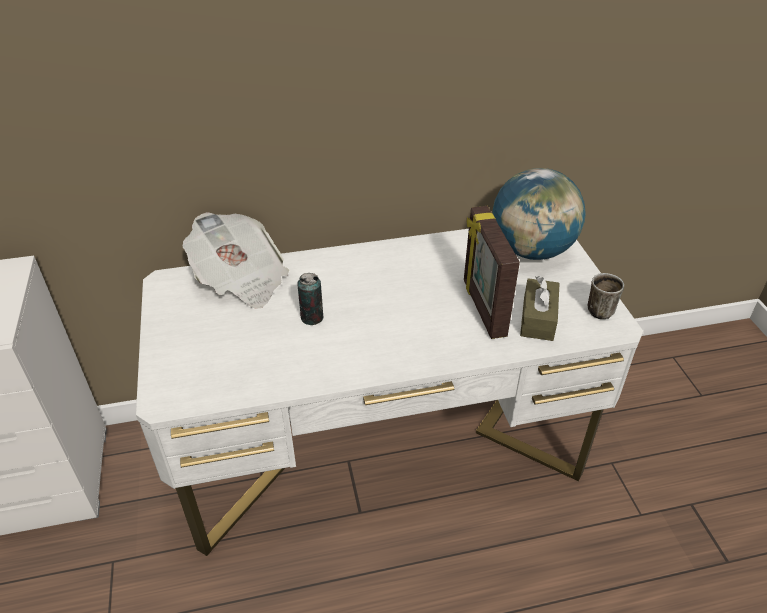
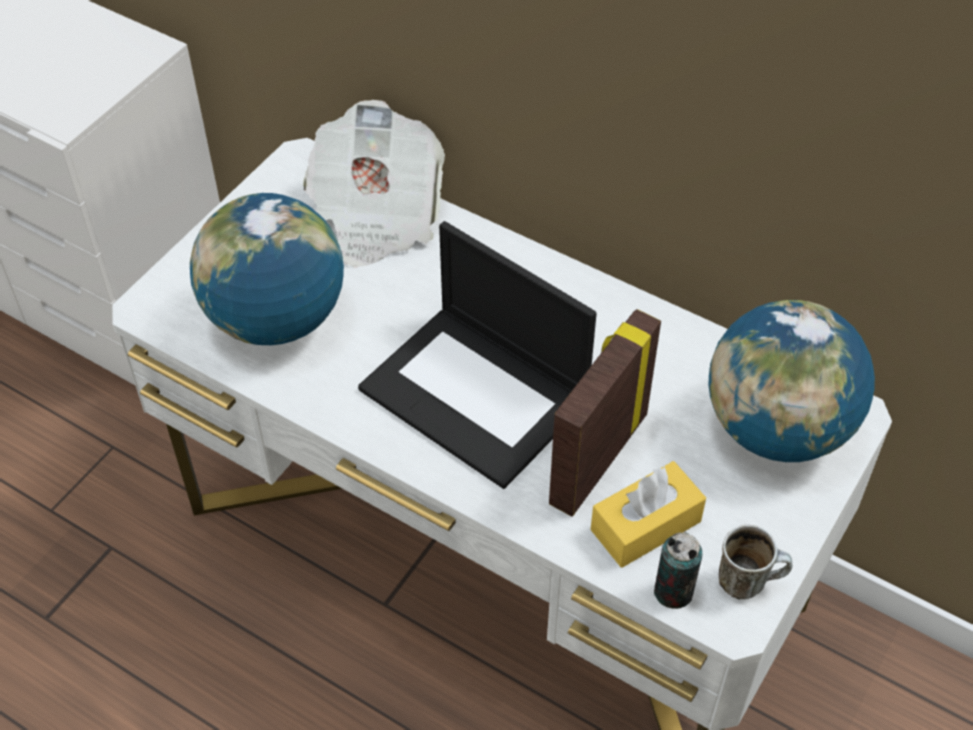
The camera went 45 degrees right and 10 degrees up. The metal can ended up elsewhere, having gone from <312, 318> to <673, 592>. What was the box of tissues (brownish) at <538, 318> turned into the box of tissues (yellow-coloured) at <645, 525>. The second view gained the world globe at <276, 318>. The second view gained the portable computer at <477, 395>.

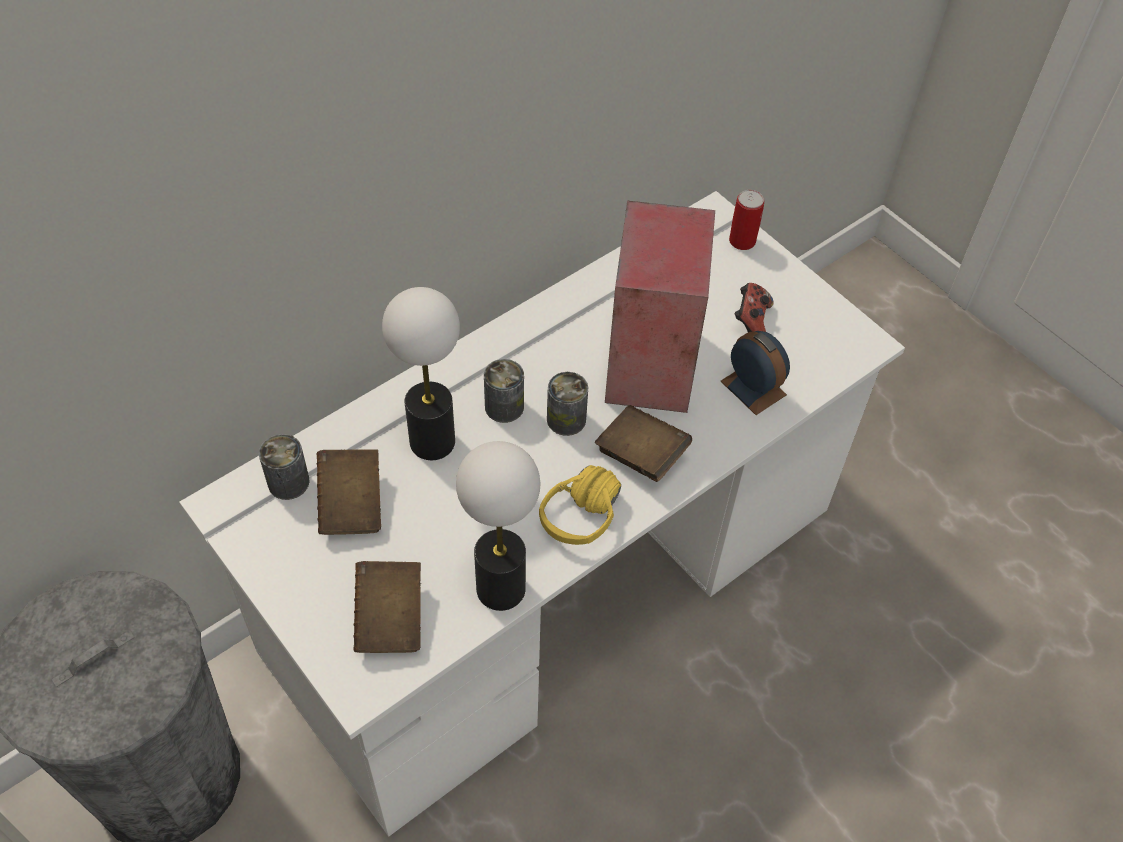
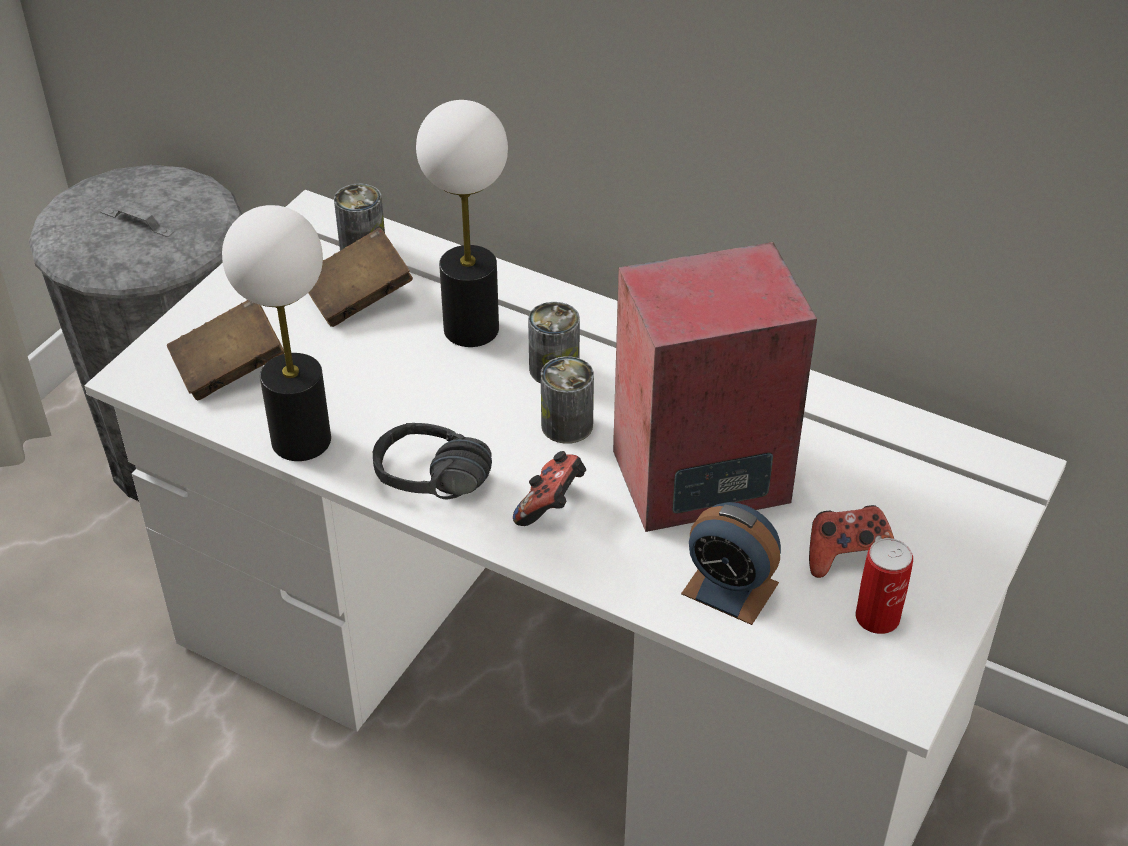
The camera went 70 degrees right and 10 degrees down. The metal can ended up elsewhere, having gone from <742, 241> to <877, 617>. The alarm clock at <753, 388> ended up facing another way, 90 degrees clockwise from before. Where the book (brownish) stood at <641, 455>, the game controller came to stand at <551, 506>. What was the pair of headphones (yellow-coloured) at <593, 522> turned into the pair of headphones (black-coloured) at <428, 490>.

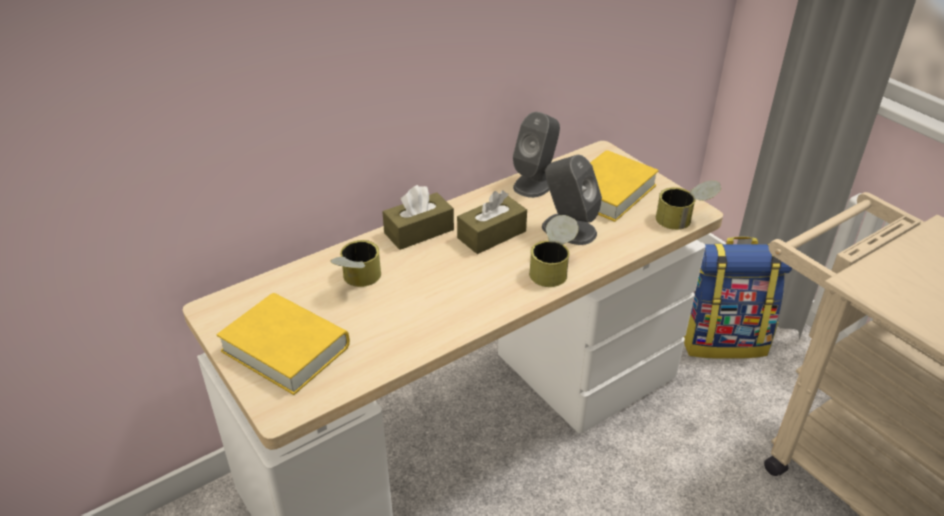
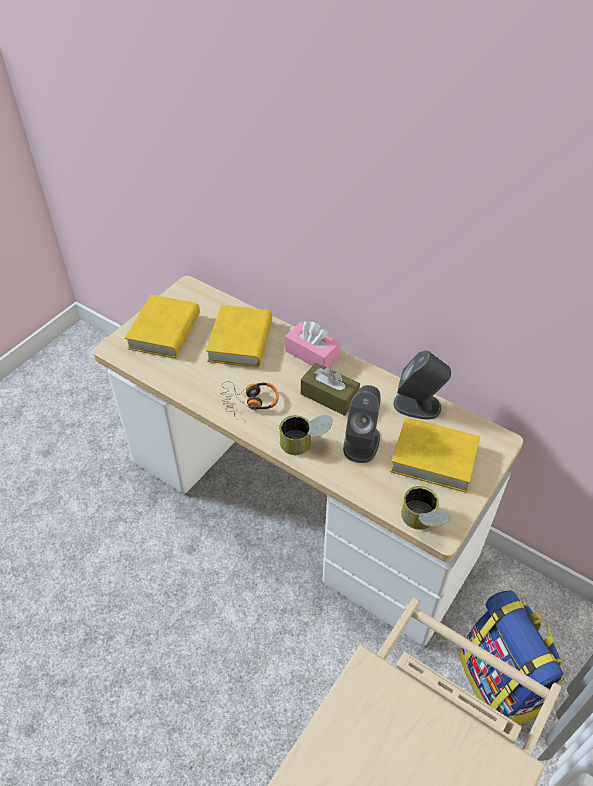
The camera went 70 degrees right and 10 degrees up. What was the box of tissues (brownish) at <419, 231> turned into the box of tissues (pink) at <312, 354>. Where the metal can stood at <357, 282>, the book (yellow-coloured) came to stand at <240, 341>. The second view gained the pair of headphones at <250, 401>.

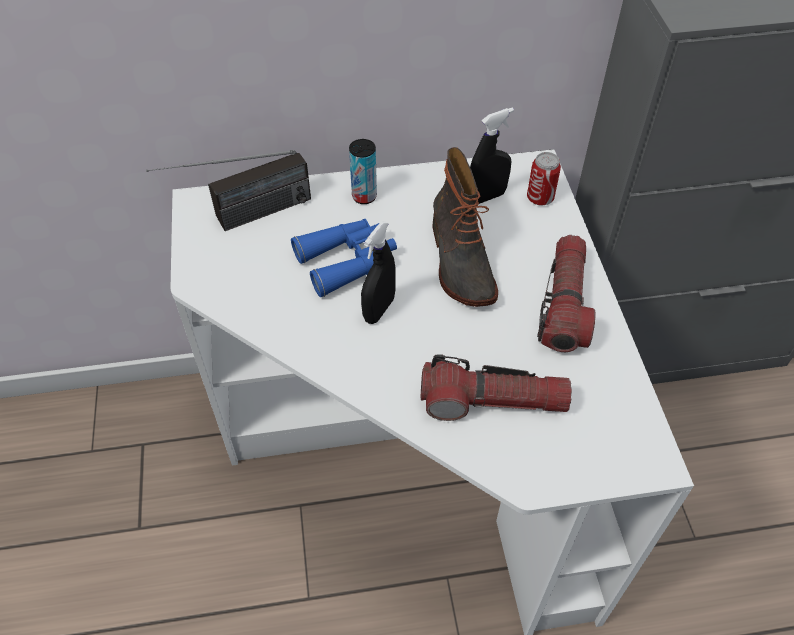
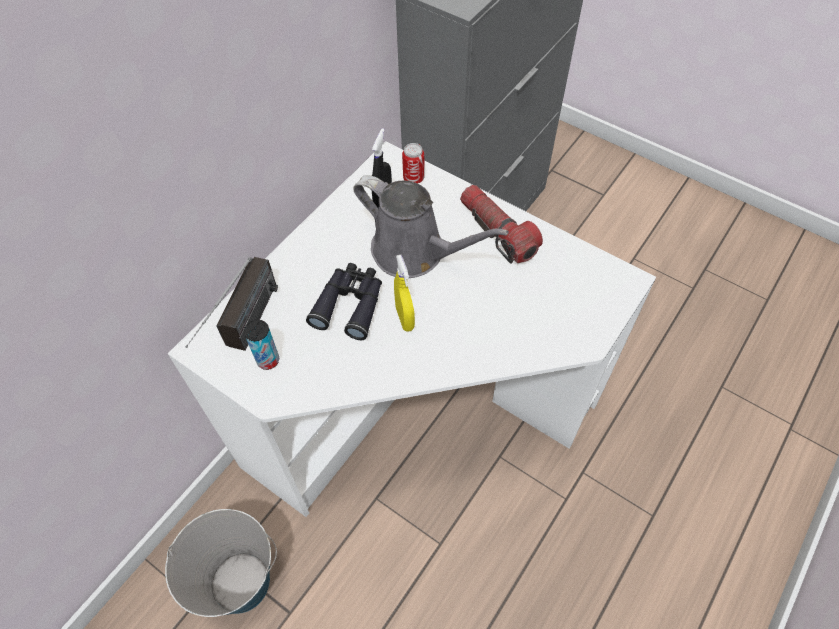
The camera went 45 degrees left and 5 degrees up. The metal can ended up elsewhere, having gone from <364, 196> to <268, 360>. Where the boot stood at <459, 262>, the watering pot (gray) came to stand at <414, 252>. What was the field glasses (blue-coloured) at <348, 261> turned into the field glasses (black-coloured) at <350, 304>. What was the sprayer (black-coloured) at <379, 309> turned into the sprayer (yellow-coloured) at <405, 318>. The second view lost the flashlight at <492, 401>. The second view gained the water bucket at <239, 582>.

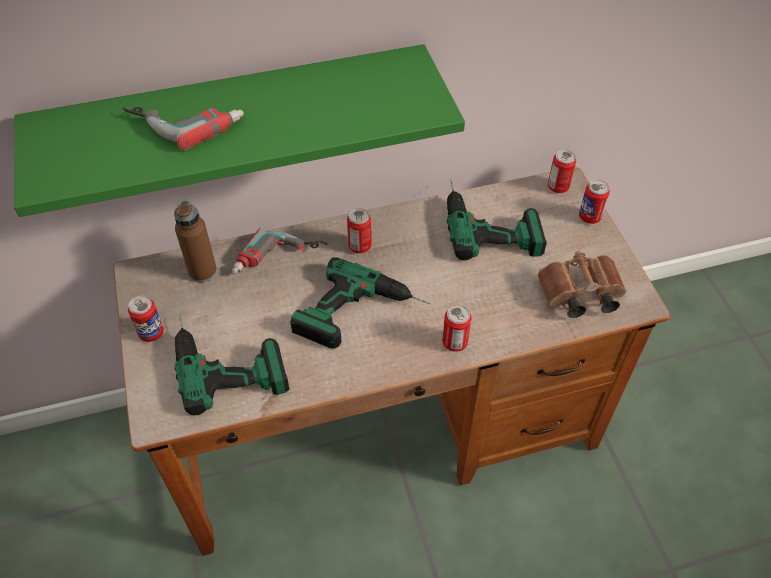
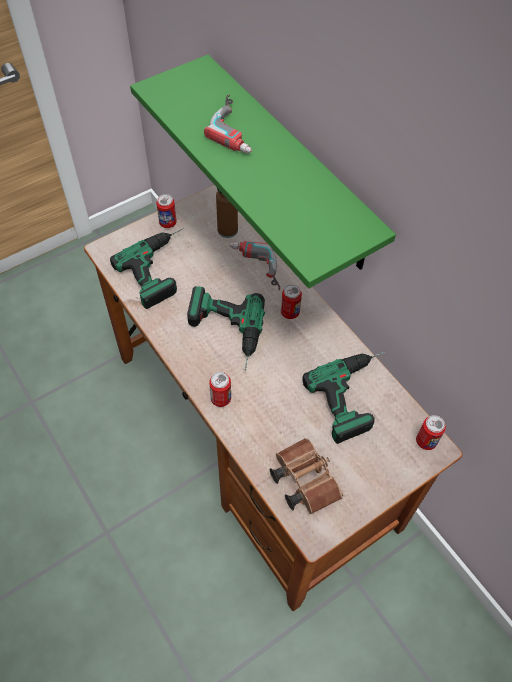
The camera went 70 degrees right and 5 degrees up. The second view lost the metal can at <589, 217>.

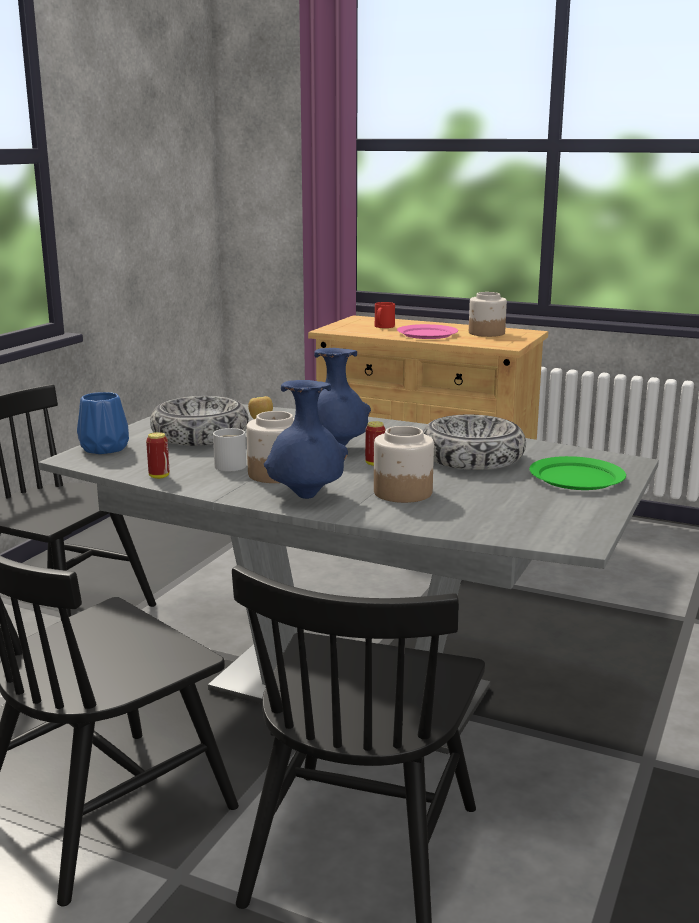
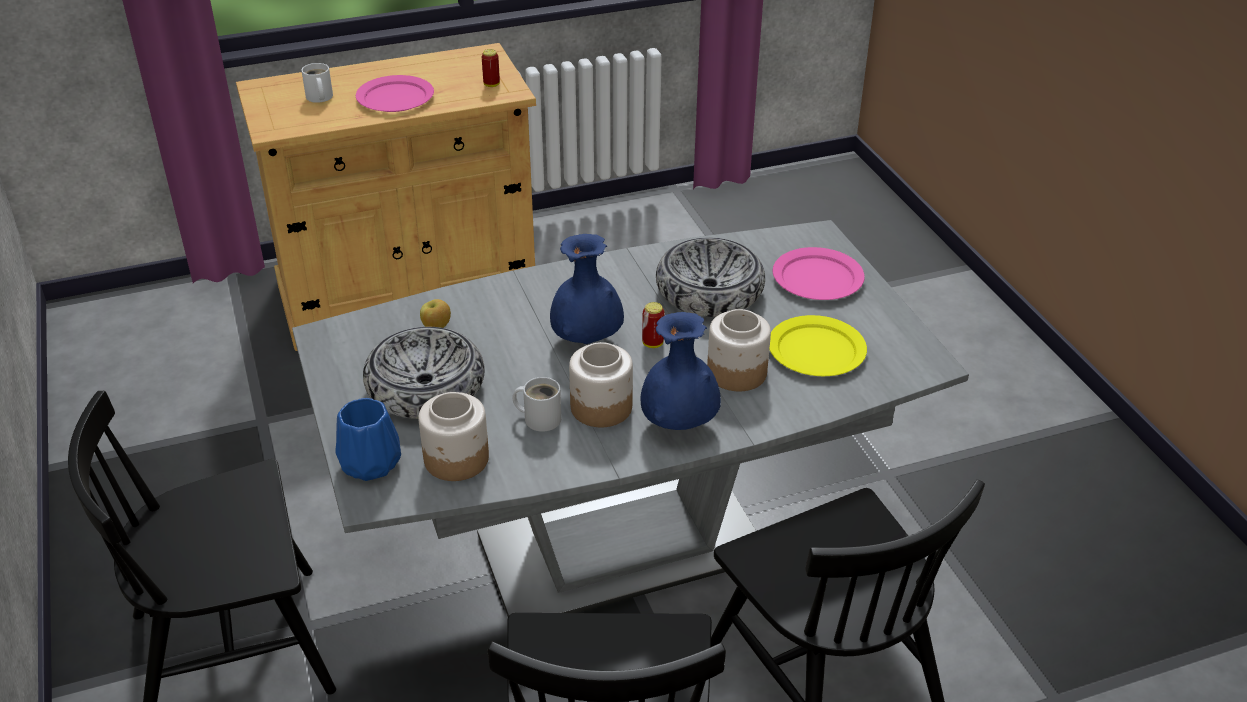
The camera went 45 degrees left and 20 degrees up. The preserve jar ended up elsewhere, having gone from <486, 333> to <456, 459>. What was the mug (reddish) at <383, 326> turned into the mug (white-coloured) at <319, 98>. The metal can ended up elsewhere, having gone from <159, 476> to <491, 85>. What was the dinner plate (green) at <577, 477> turned into the dinner plate (pink) at <817, 277>. The second view gained the dinner plate (yellow-coloured) at <816, 351>.

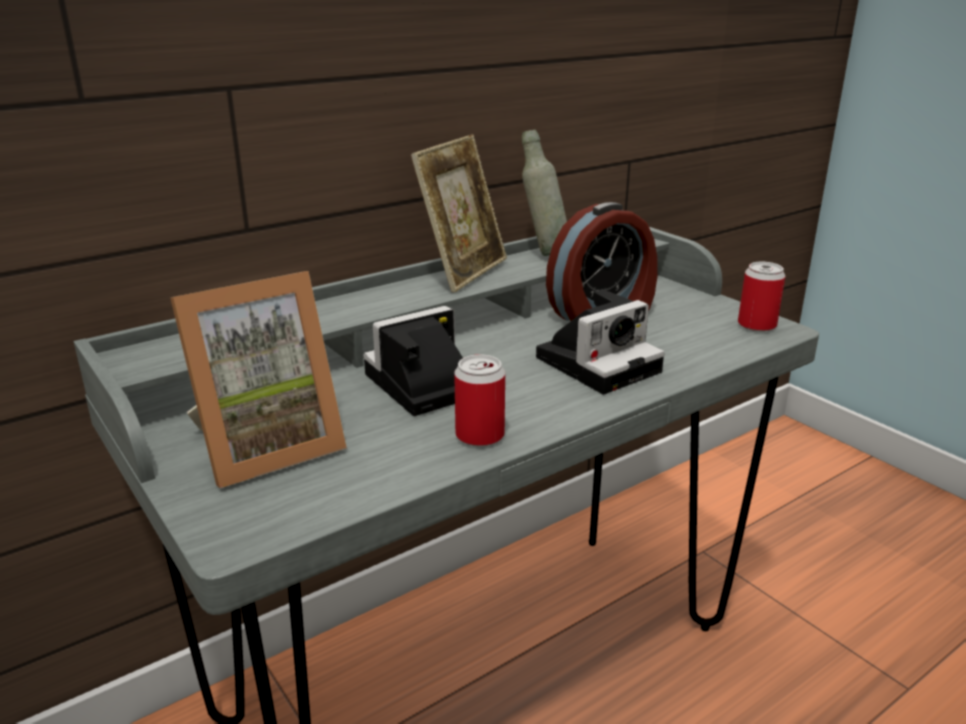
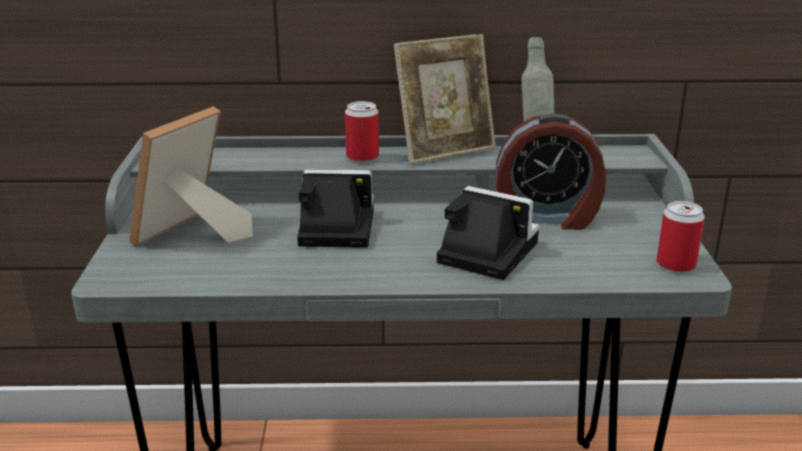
The camera went 35 degrees right and 0 degrees up. The photo frame at <266, 446> ended up facing another way, 120 degrees clockwise from before. The photo camera at <600, 363> ended up facing another way, 150 degrees counterclockwise from before. The metal can ended up elsewhere, having gone from <480, 435> to <362, 157>.

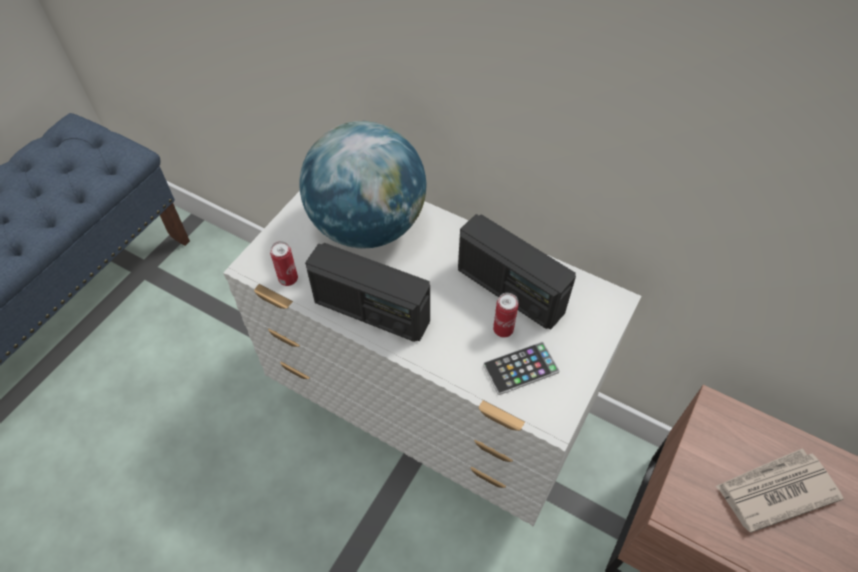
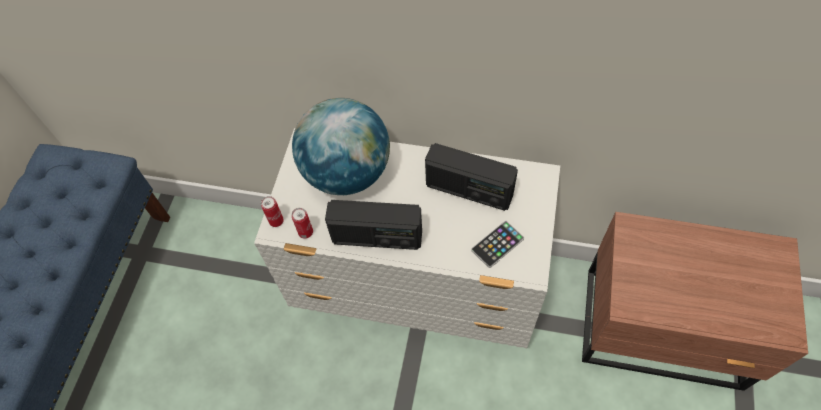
The camera went 15 degrees left and 5 degrees up. The metal can ended up elsewhere, having gone from <503, 330> to <276, 221>. The second view lost the daily paper at <774, 491>.

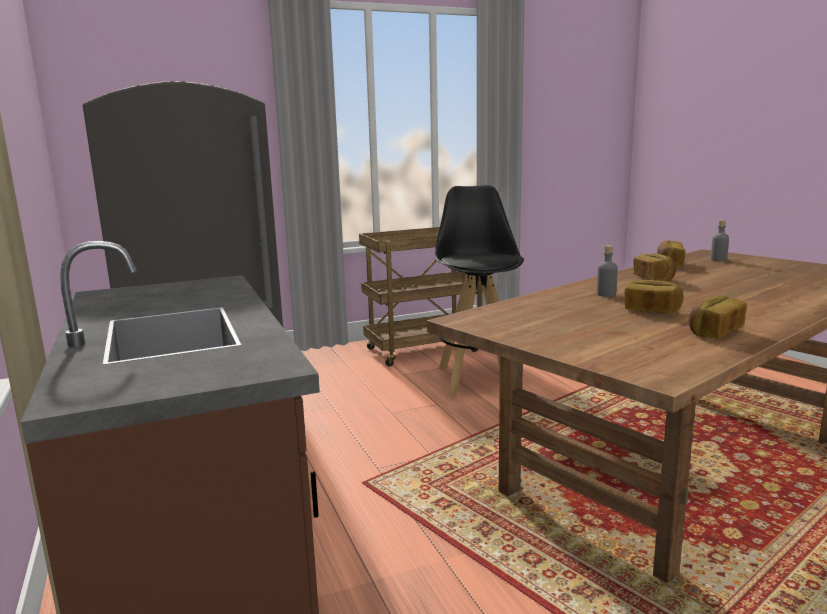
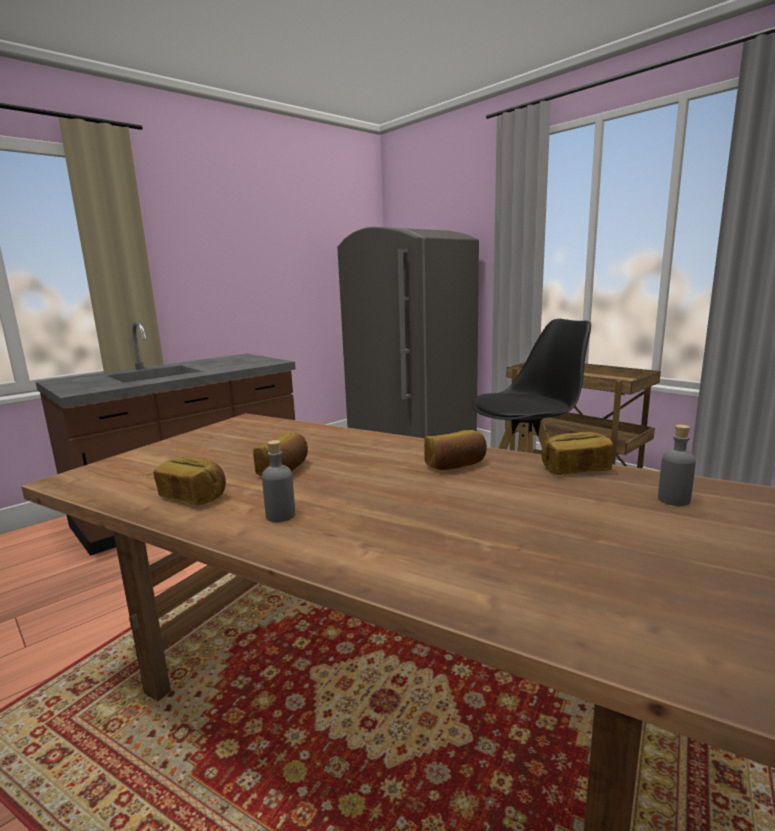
The camera went 70 degrees right and 0 degrees up. The drink bottle (gray) ended up elsewhere, having gone from <606, 294> to <280, 515>.

